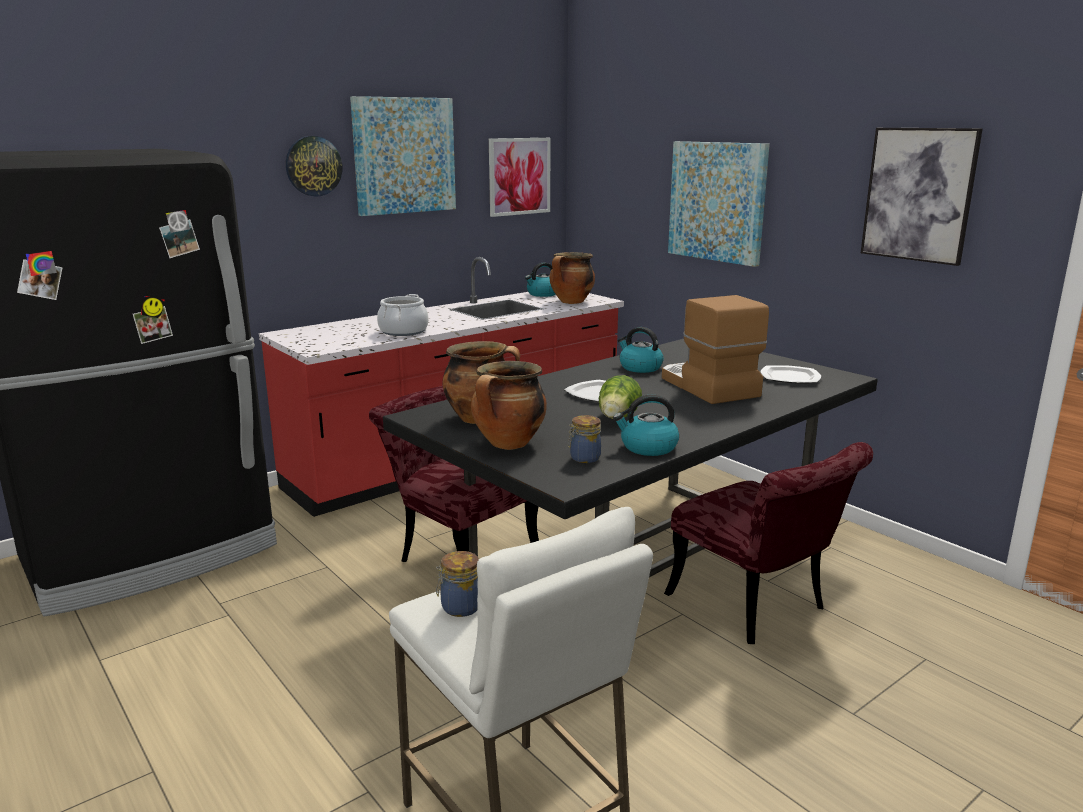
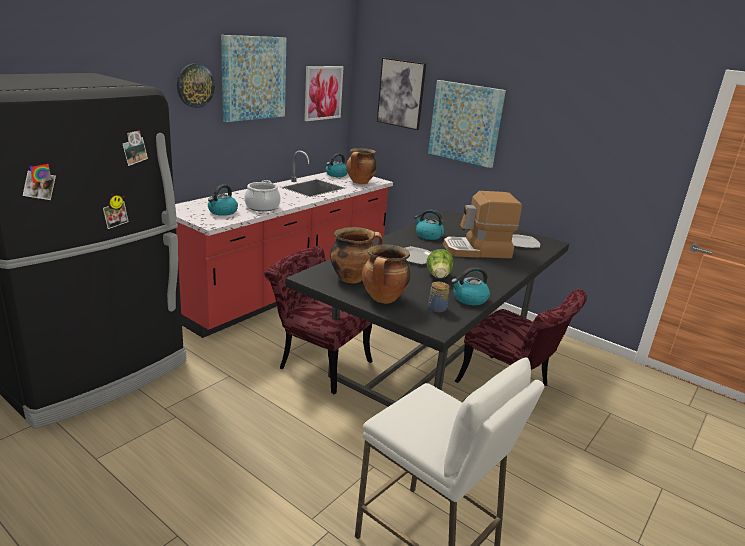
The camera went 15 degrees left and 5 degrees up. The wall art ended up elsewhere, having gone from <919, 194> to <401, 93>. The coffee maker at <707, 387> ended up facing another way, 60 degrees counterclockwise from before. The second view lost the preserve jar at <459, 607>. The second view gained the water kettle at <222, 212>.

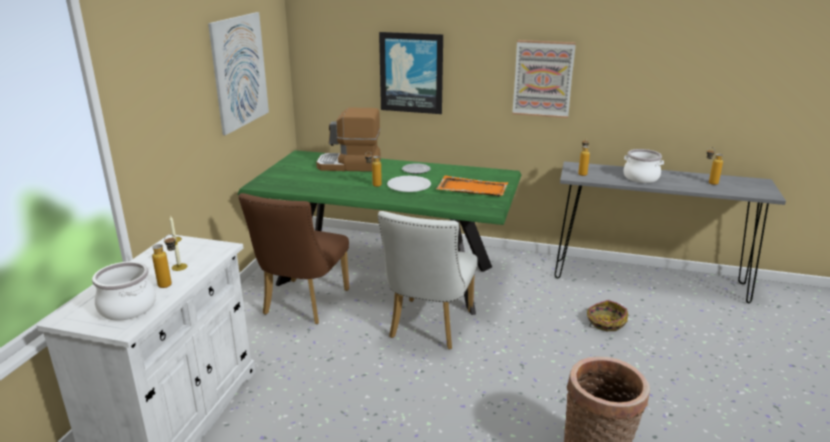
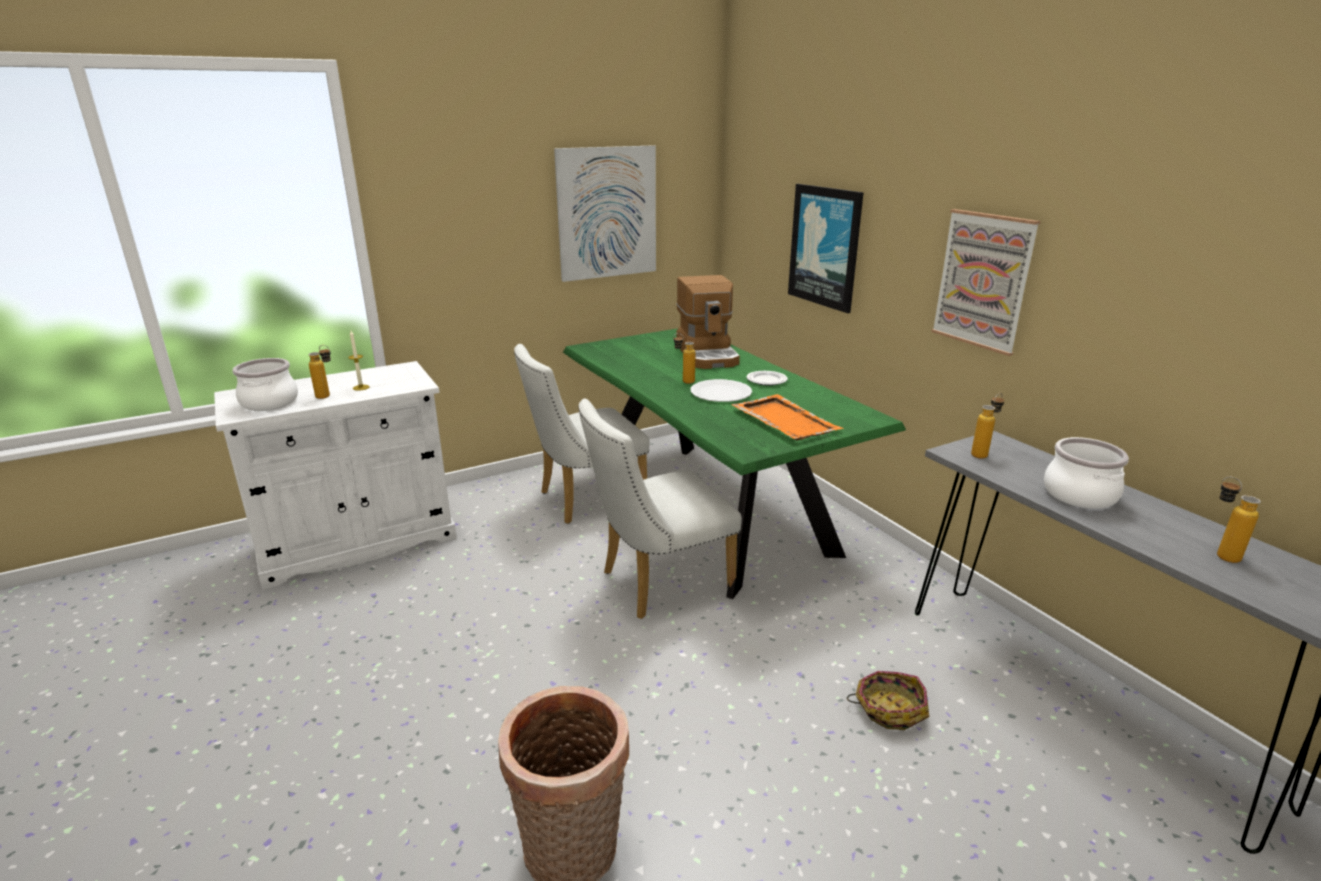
The camera went 45 degrees right and 0 degrees up. The coffee maker at <349, 165> ended up facing another way, 150 degrees counterclockwise from before. What was the chair (brownish) at <302, 305> turned into the chair (white-coloured) at <584, 500>.

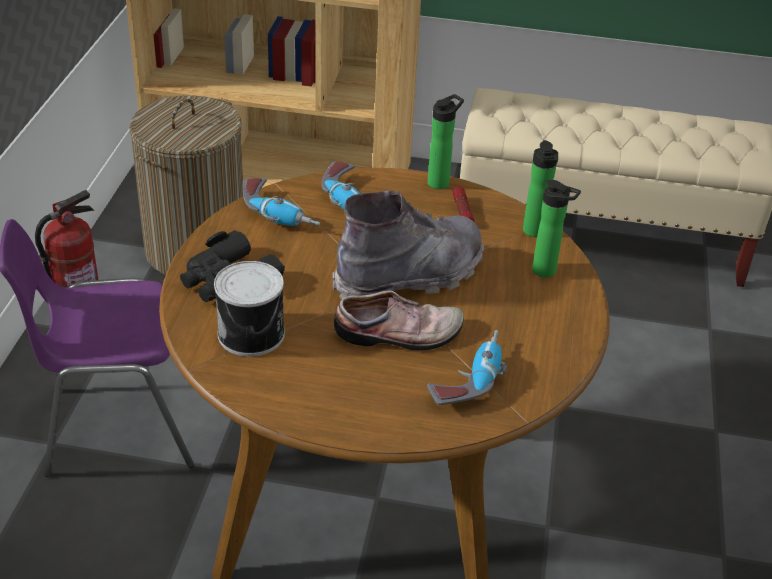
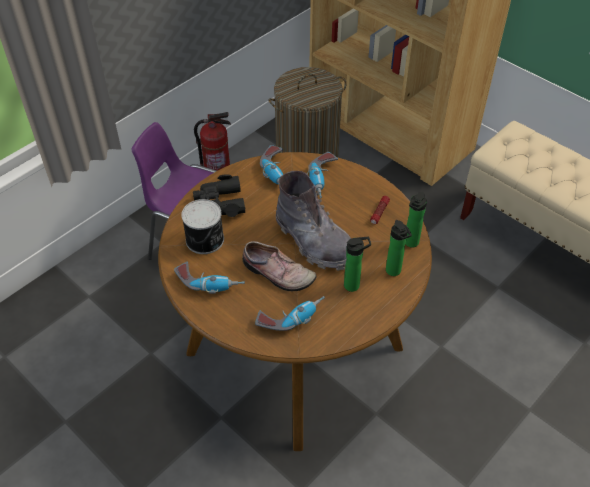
The camera went 35 degrees right and 10 degrees up. The drink bottle ended up elsewhere, having gone from <441, 182> to <354, 285>. The boot (gray) at <410, 276> ended up facing another way, 45 degrees clockwise from before. The second view gained the drill at <209, 283>.

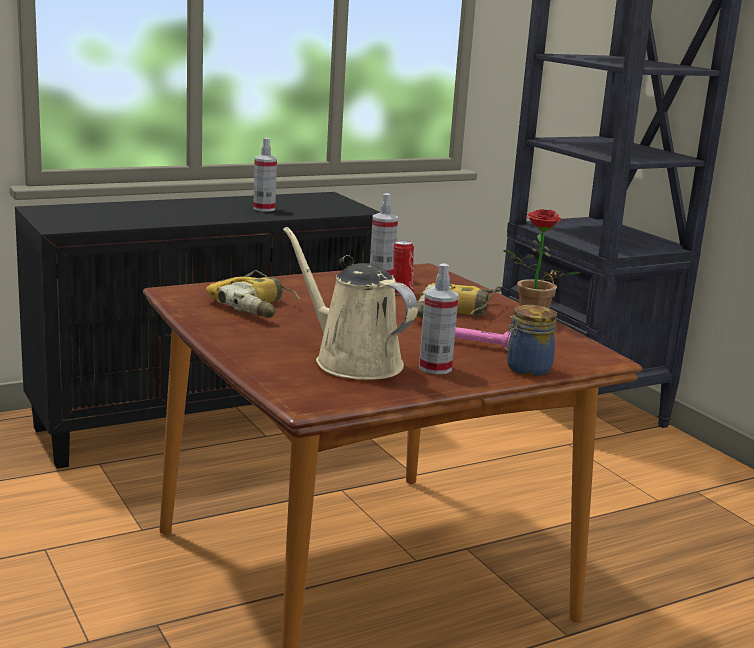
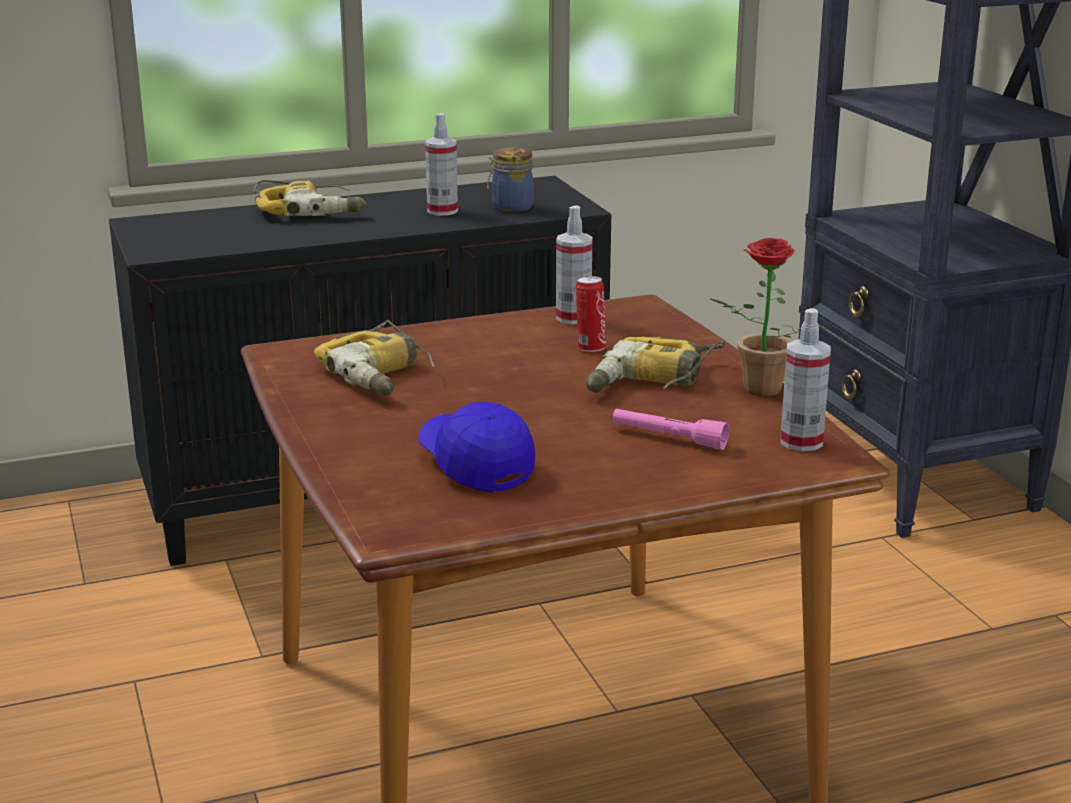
The camera went 10 degrees right and 5 degrees up. Where the watering pot (sand-coloured) stood at <352, 361>, the cap (blue-coloured) came to stand at <475, 465>. The sprayer ended up elsewhere, having gone from <435, 368> to <801, 442>. The preserve jar ended up elsewhere, having gone from <526, 369> to <510, 207>. The second view gained the drill at <309, 210>.

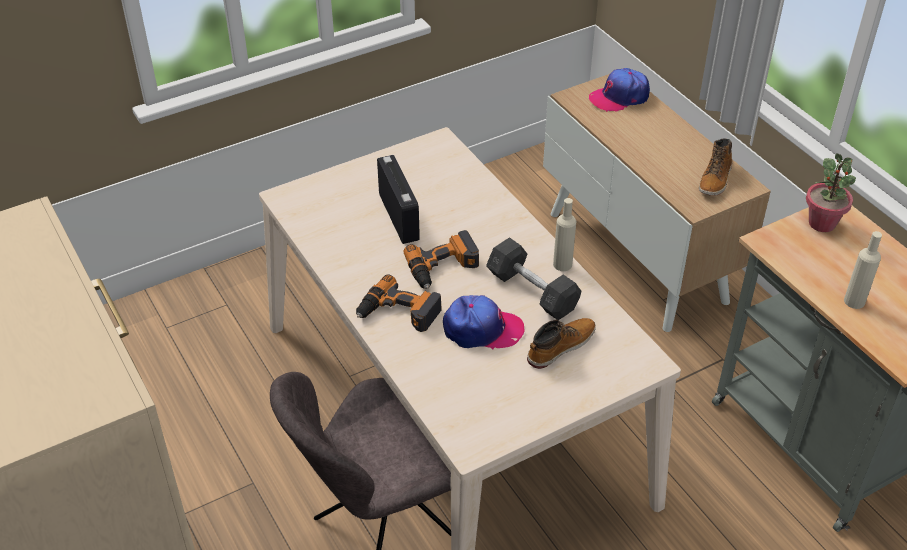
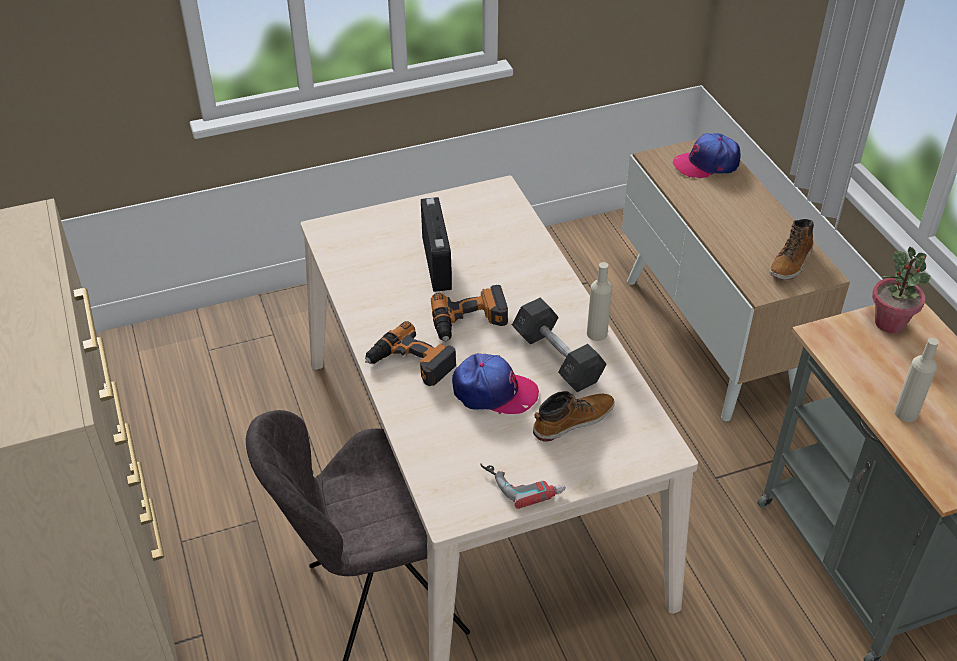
The camera went 10 degrees right and 0 degrees up. The second view gained the drill at <523, 481>.

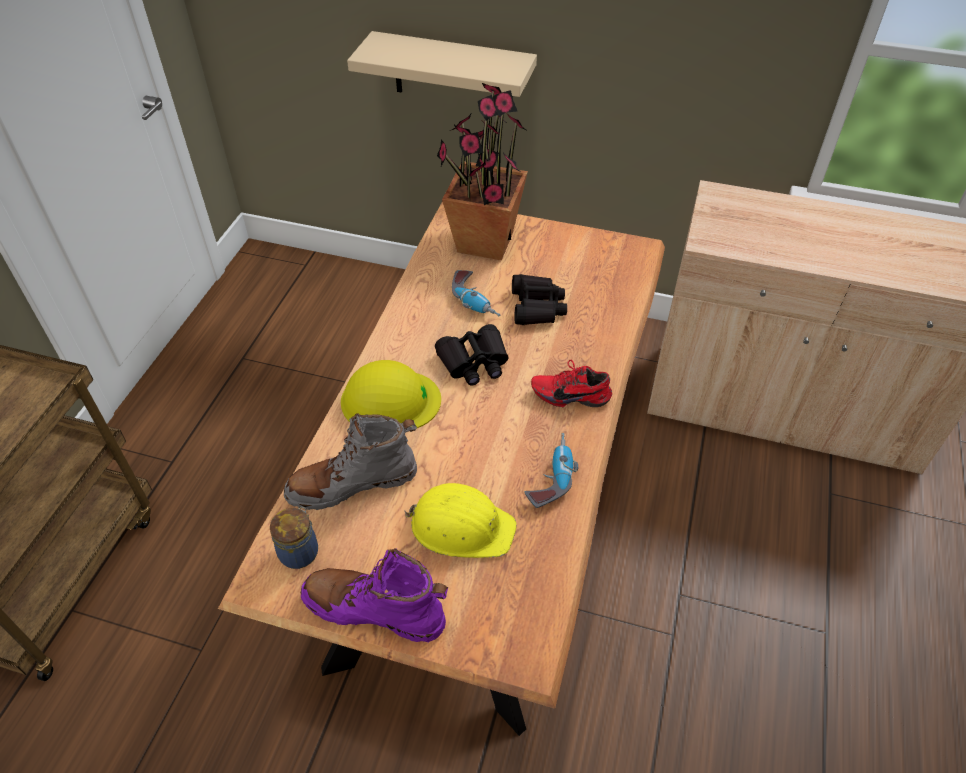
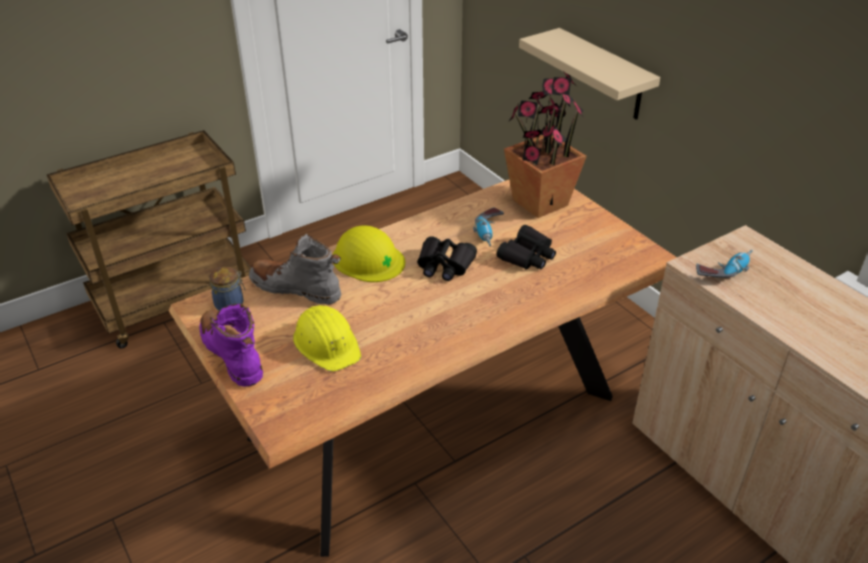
The camera went 40 degrees right and 10 degrees down. The second view lost the item of footwear (reddish) at <570, 394>. The drill ended up elsewhere, having gone from <551, 476> to <724, 270>.

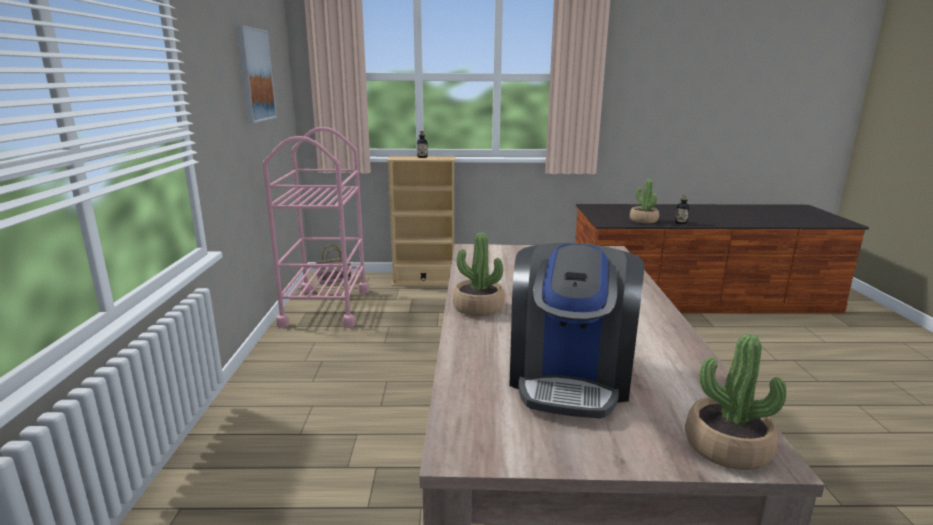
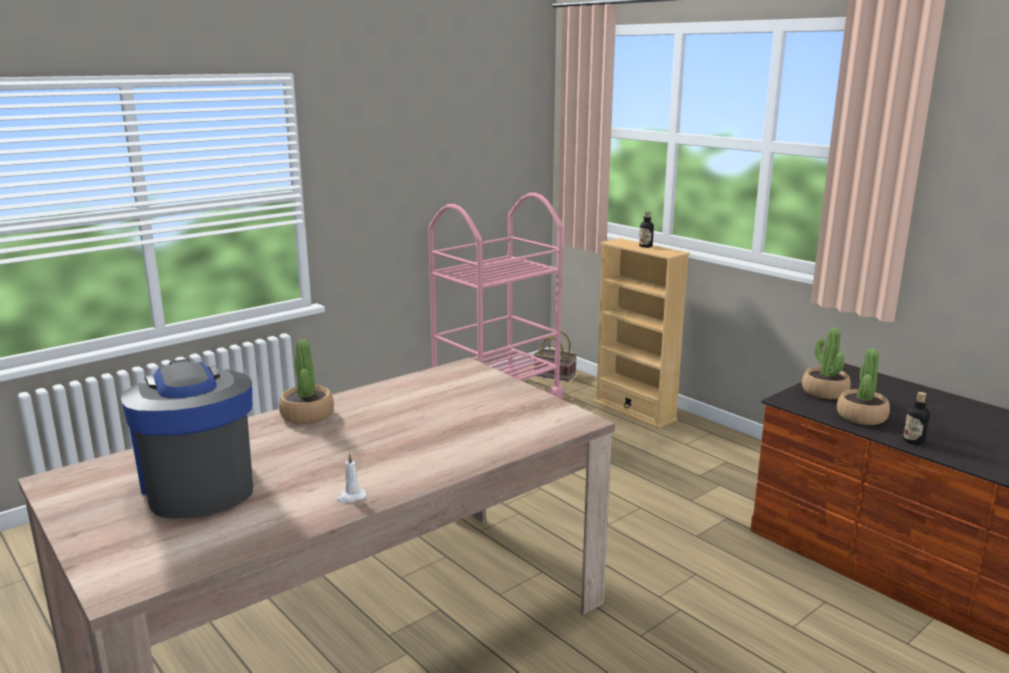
The camera went 50 degrees right and 0 degrees up. The second view lost the wall art at <255, 75>. The coffee maker at <569, 377> ended up facing another way, 90 degrees clockwise from before. The potted plant ended up elsewhere, having gone from <727, 447> to <824, 392>. The second view gained the wax light (white-coloured) at <351, 497>.

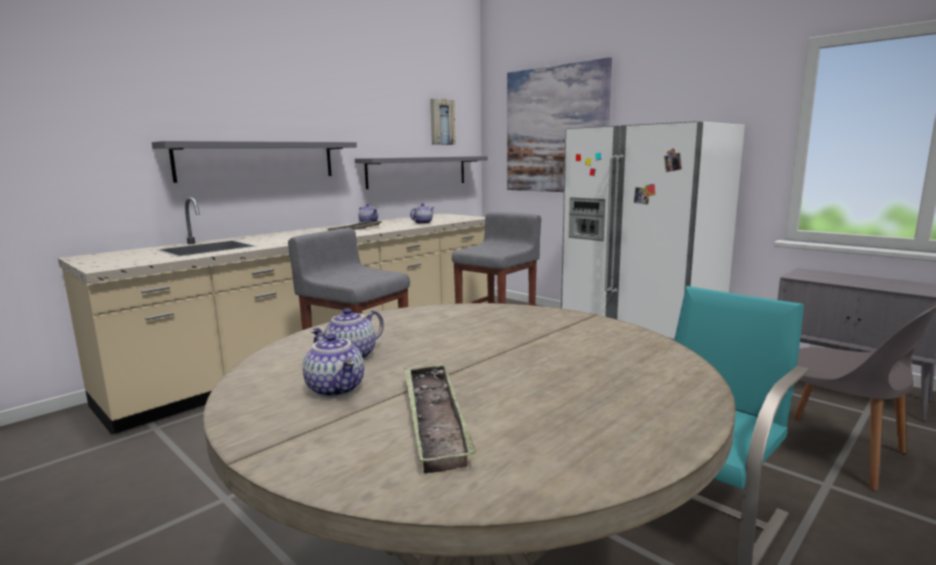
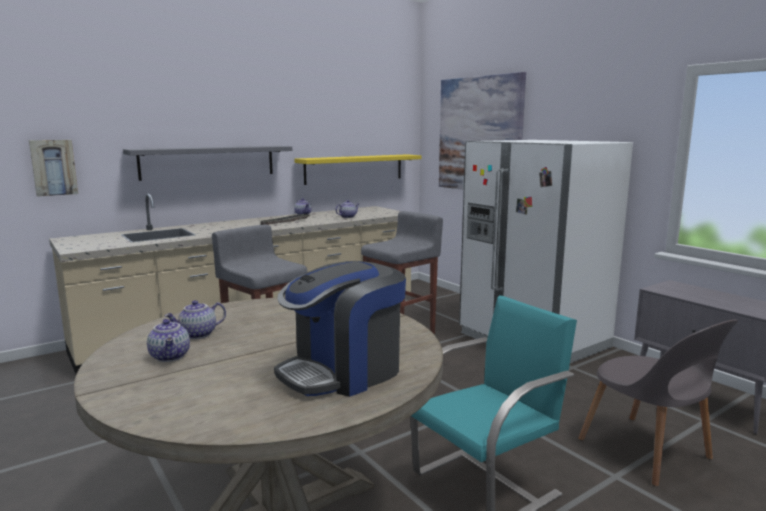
The camera went 10 degrees right and 0 degrees up. The wall art ended up elsewhere, having gone from <441, 122> to <53, 167>. What was the shelf (gray) at <418, 171> turned into the shelf (yellow-coloured) at <354, 168>. The second view lost the tray at <434, 420>. The second view gained the coffee maker at <343, 372>.

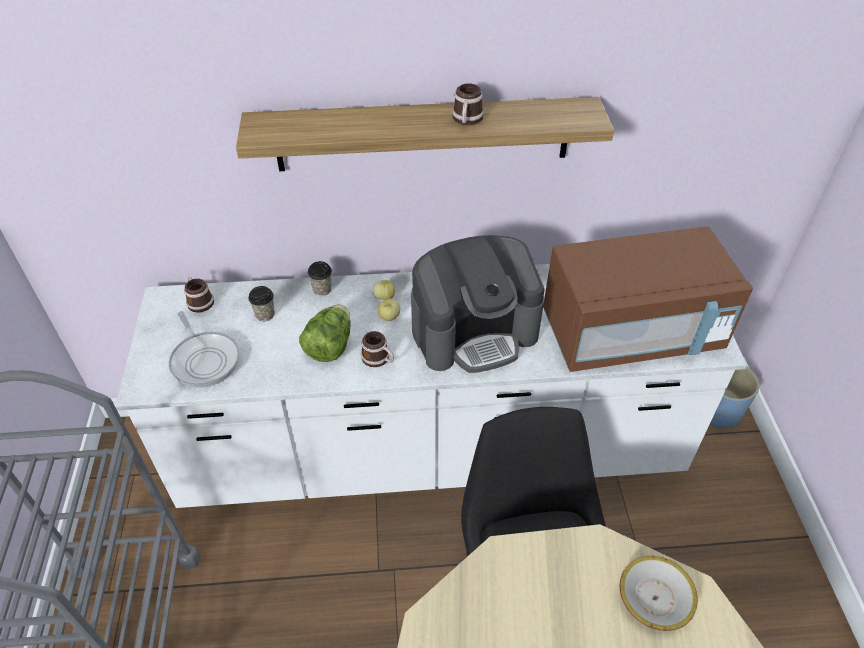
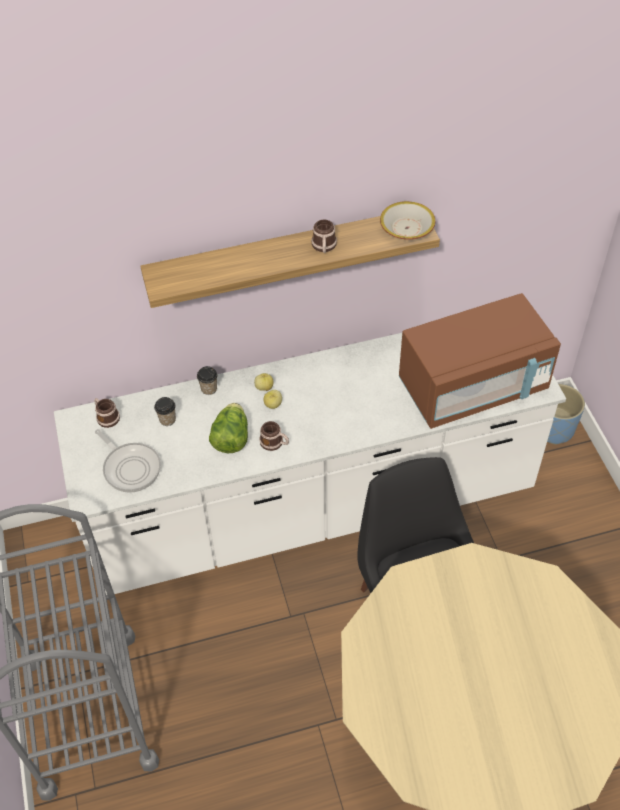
The camera went 10 degrees left and 5 degrees up. The second view lost the coffee maker at <474, 332>. The bowl ended up elsewhere, having gone from <654, 598> to <406, 228>.

